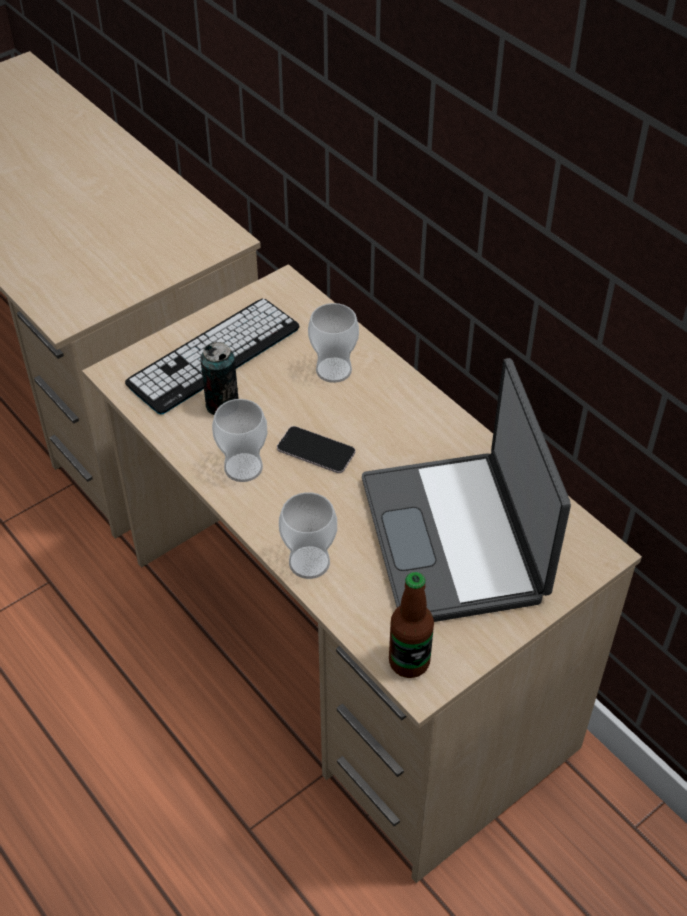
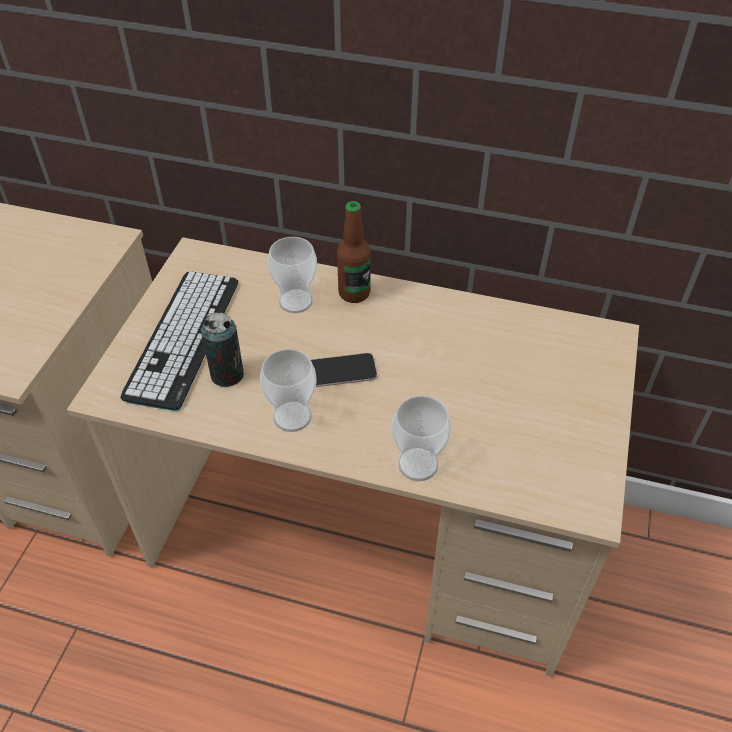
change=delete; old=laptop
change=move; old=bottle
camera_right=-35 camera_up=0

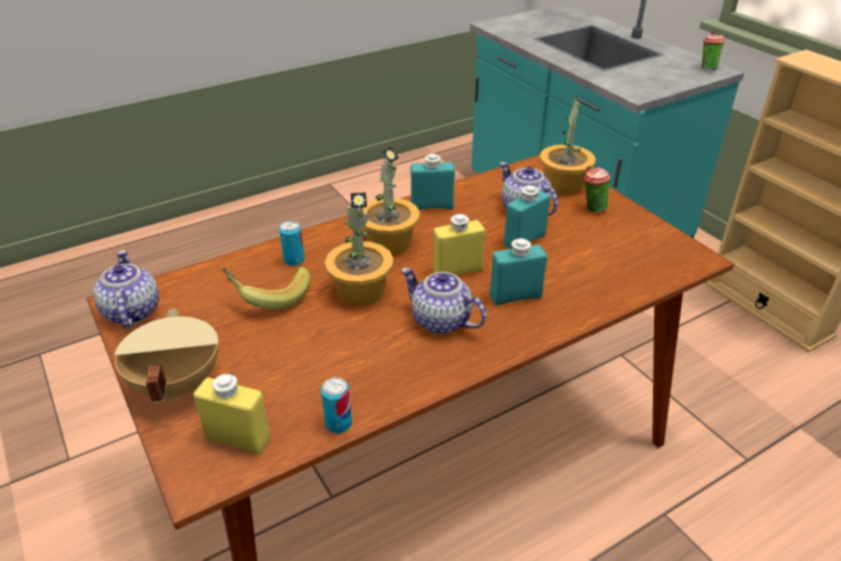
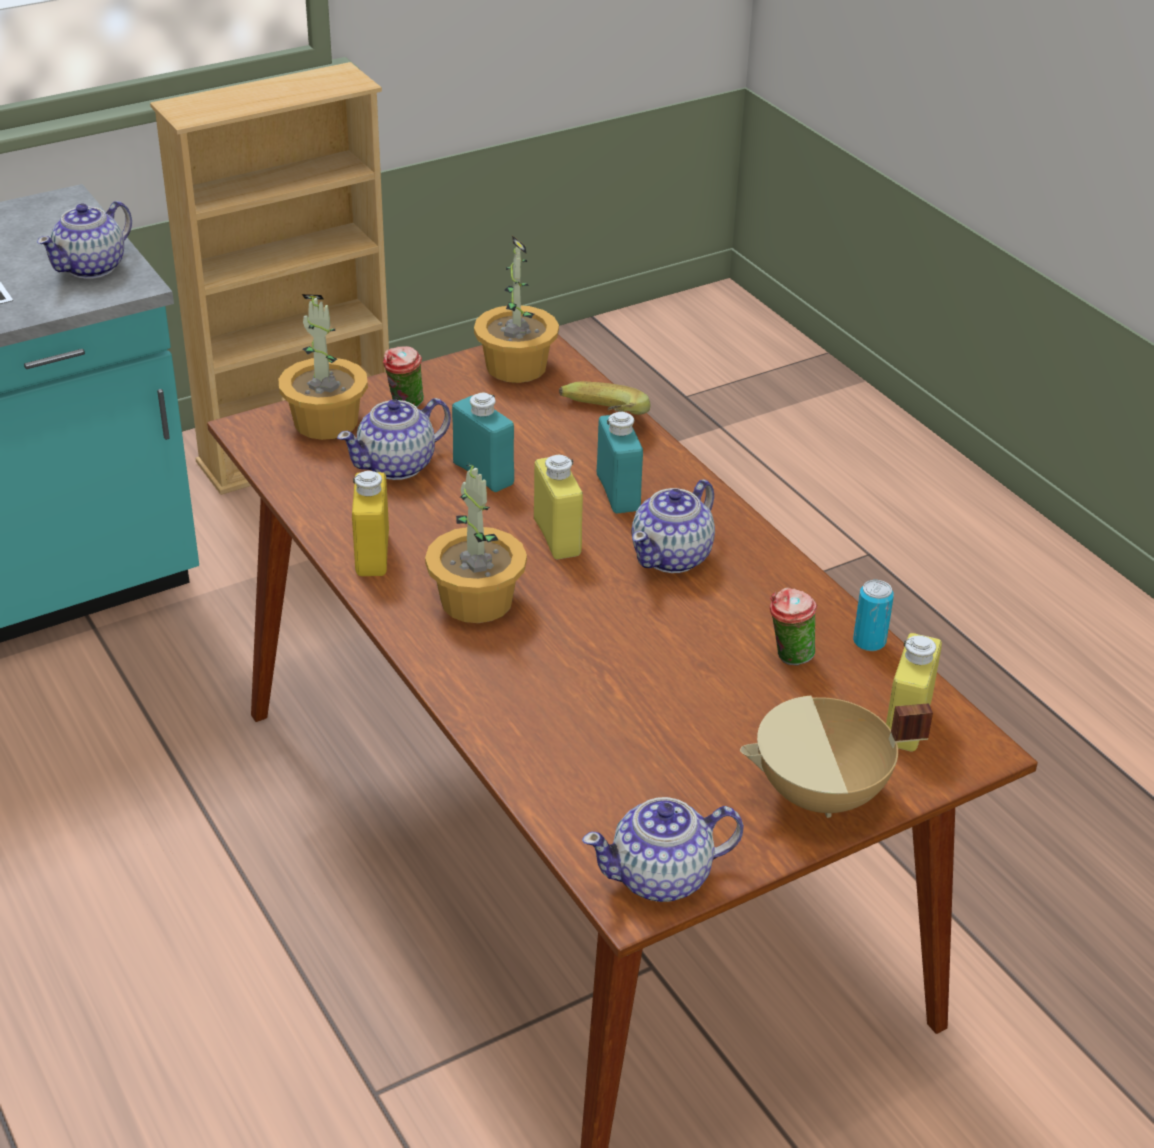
change=move; old=cup (2nd from left)
change=recolor; old=bottle (turquoise) (1st from left); new=bottle (yellow) (1st from left)
change=move; old=potted plant (1st from left in the first image); new=potted plant (3rd from left)
change=delete; old=can (1st from left)
change=move; old=banana
change=insert; new=teapot (1st from left)
camera_right=-90 camera_up=0

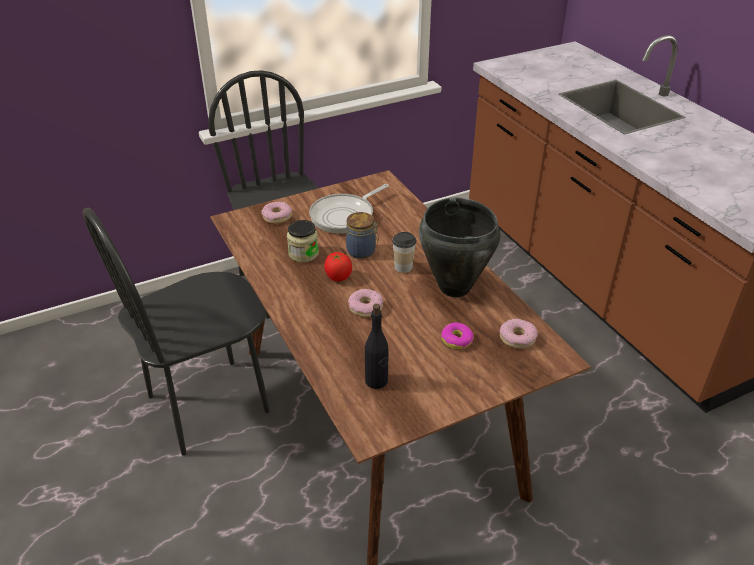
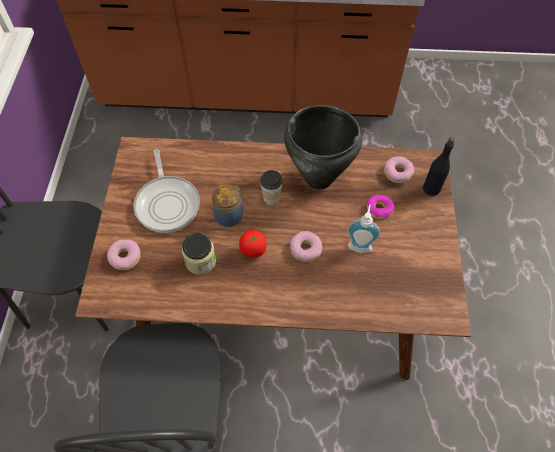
change=move; old=bottle (black)
change=insert; new=soap dispenser
camera_right=-60 camera_up=20

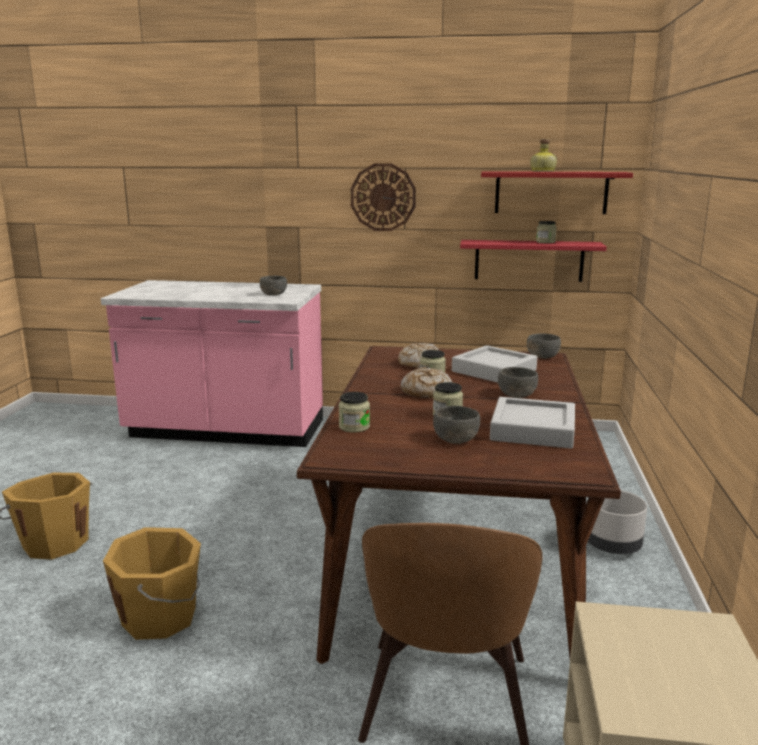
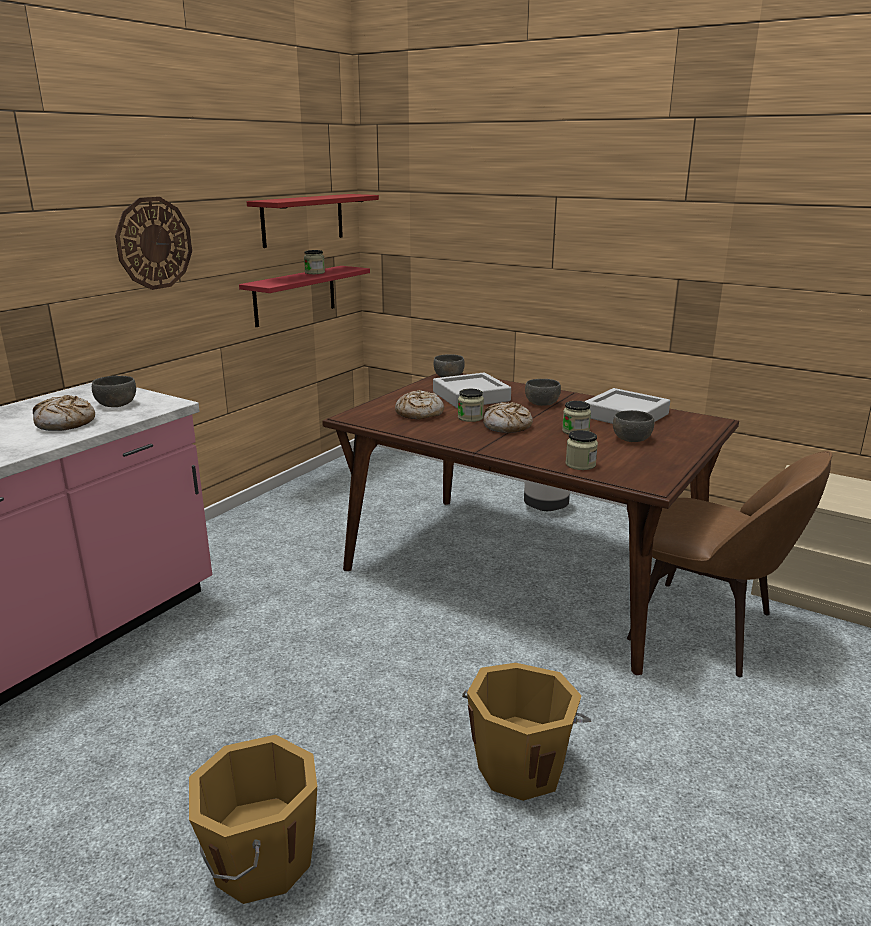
change=delete; old=bottle
change=insert; new=bread (1st from left)
camera_right=-65 camera_up=5

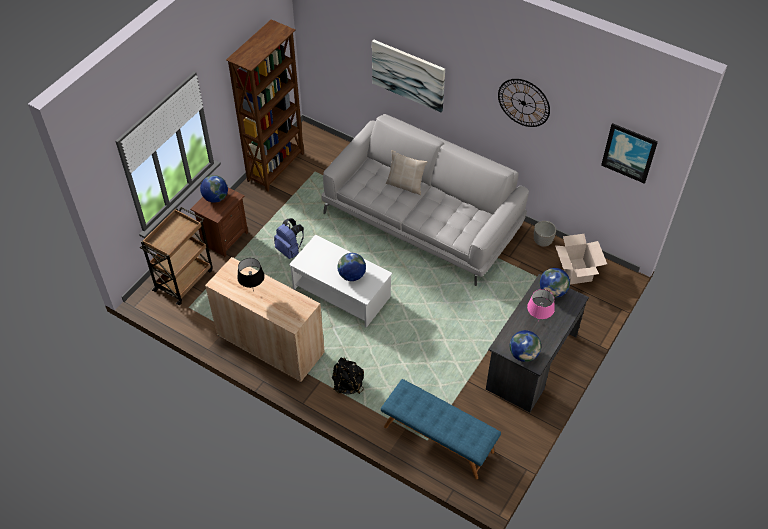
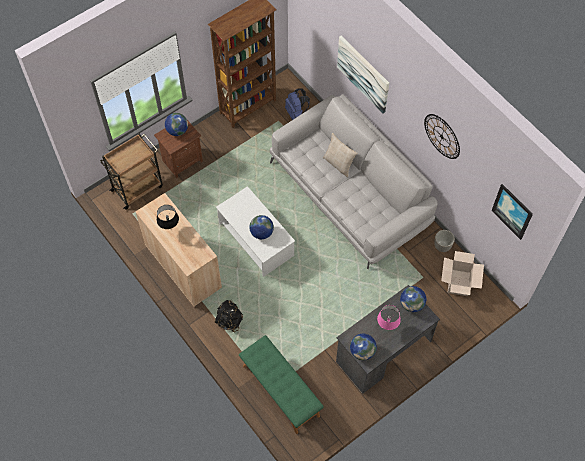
change=move; old=backpack (blue)
change=recolor; old=bench (blue); new=bench (green)
camera_right=20 camera_up=10

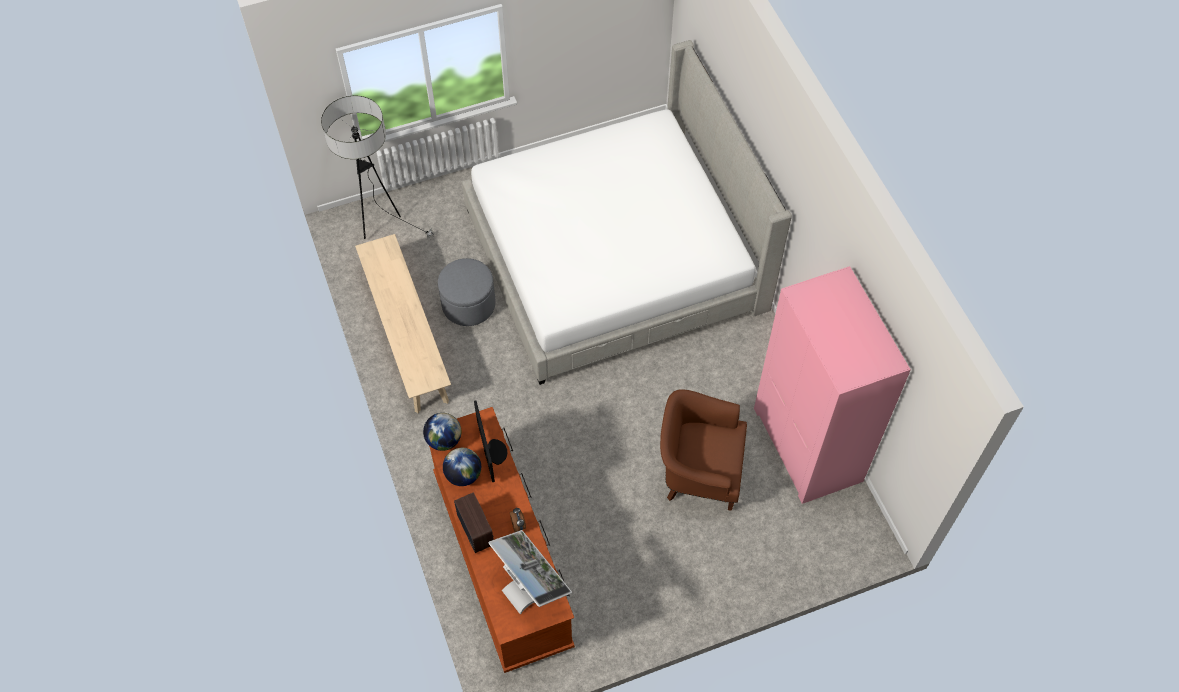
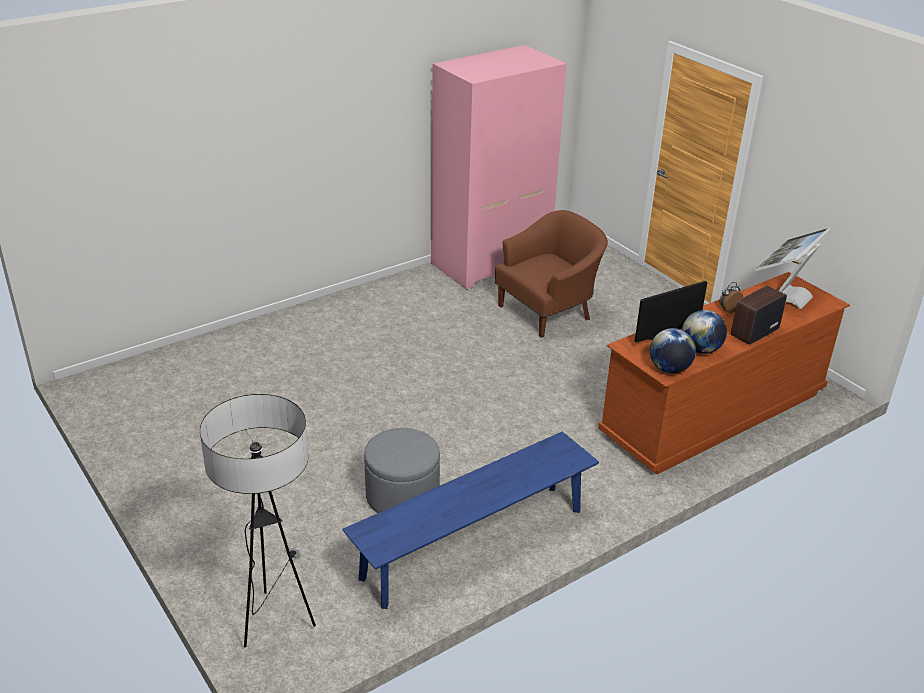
change=delete; old=bed
change=recolor; old=bench (beige); new=bench (blue)
change=rotate; old=armchair (brown); degrees=-120
camera_right=-105 camera_up=-25

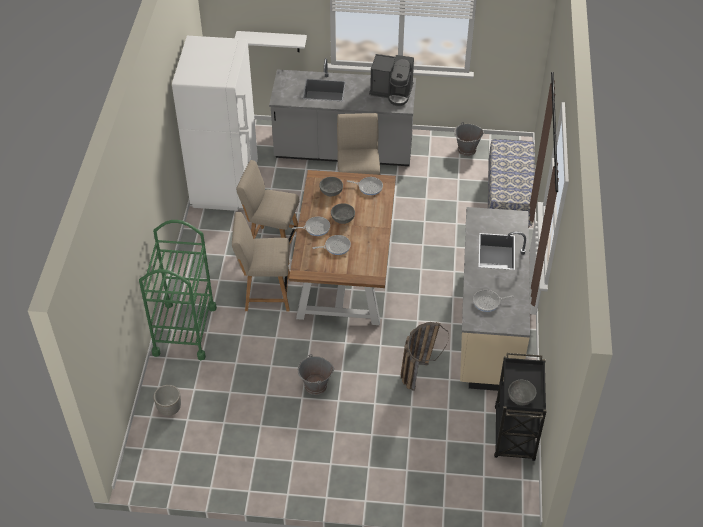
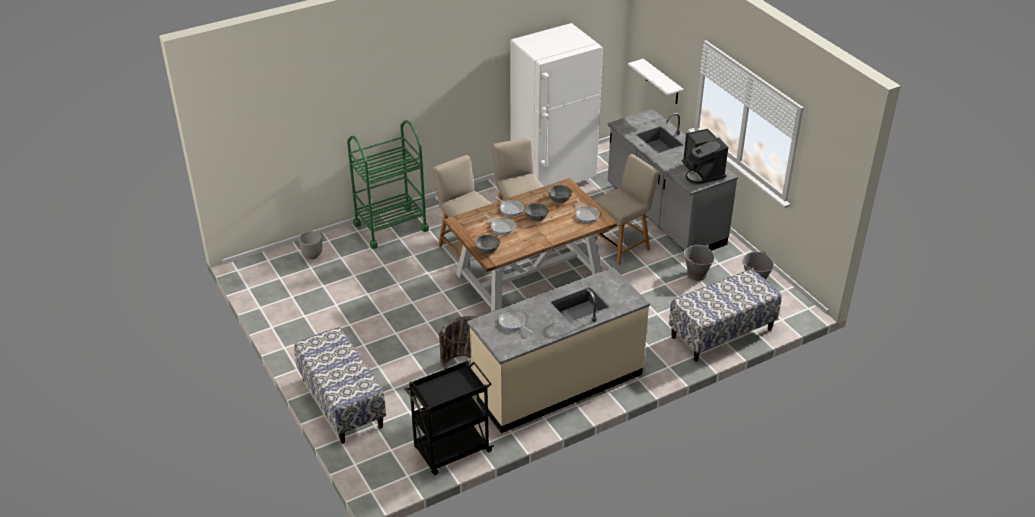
change=move; old=bucket (grey) (1st from left)
change=move; old=bowl (grey) (3rd from left in the first image); new=bowl (grey) (1st from left)
change=insert; new=bench (1st from left)
camera_right=55 camera_up=-10

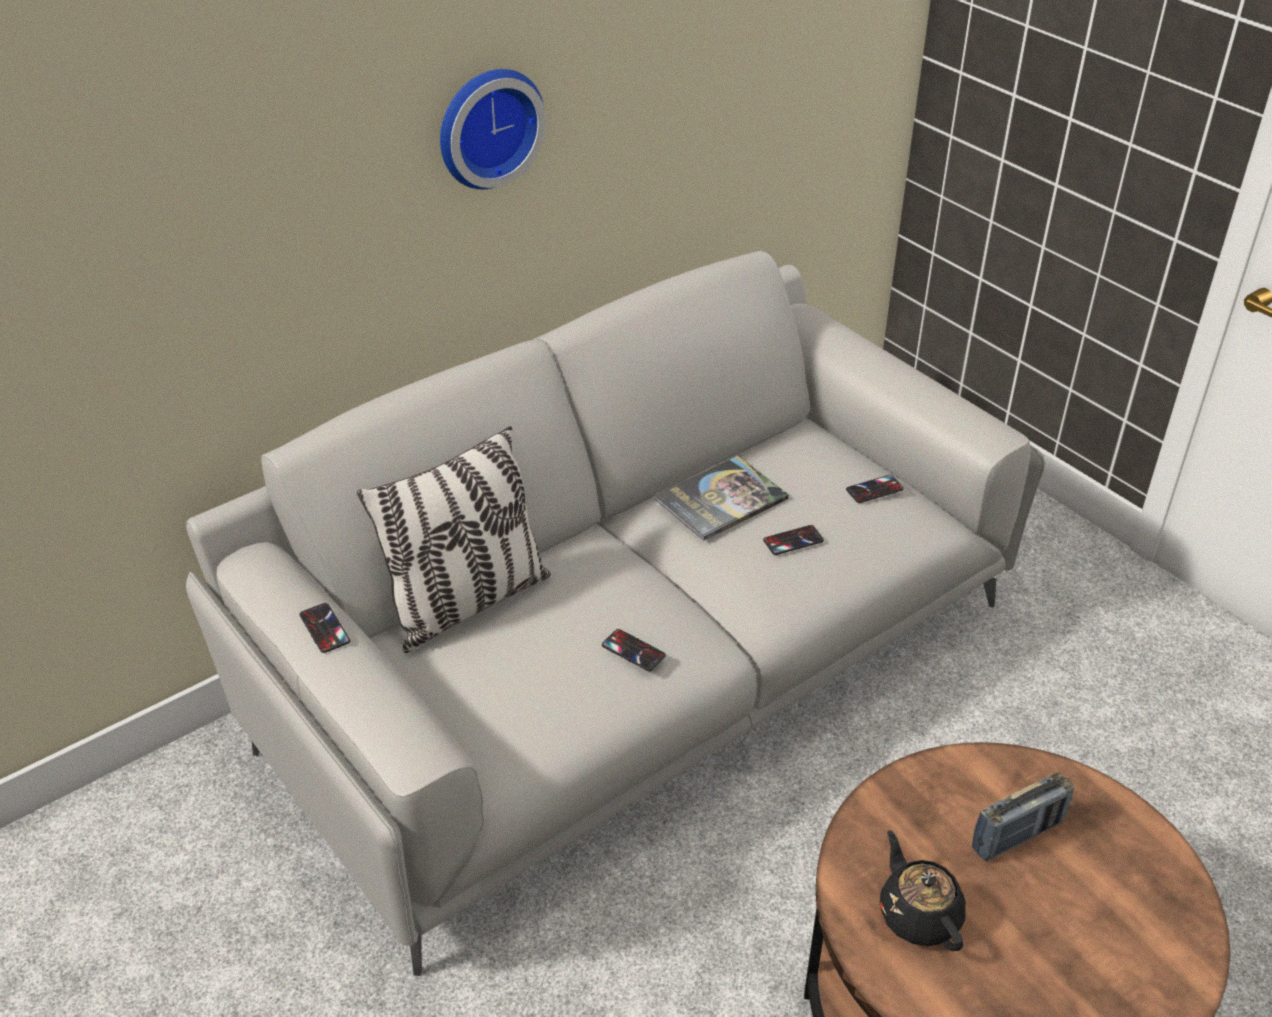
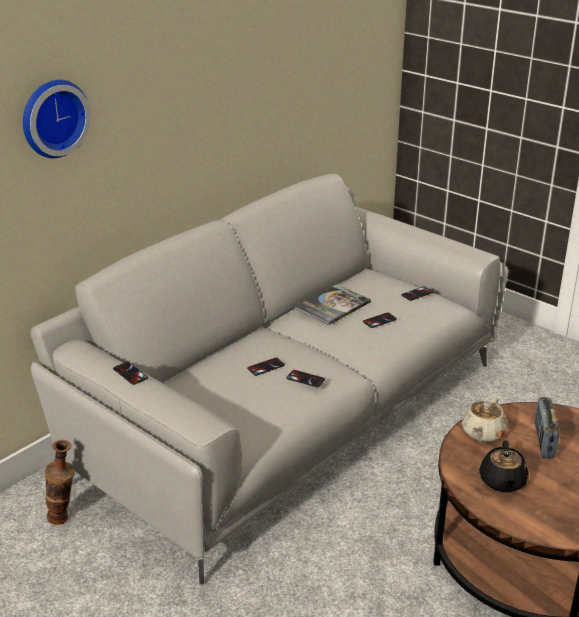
change=move; old=wall clock
change=delete; old=pillow
change=rotate; old=radio; degrees=135
change=rotate; old=teapot (black); degrees=-135
change=insert; new=phone (2nd from left)
change=insert; new=teapot (beige)
change=insert; new=vase
camera_right=-10 camera_up=-10

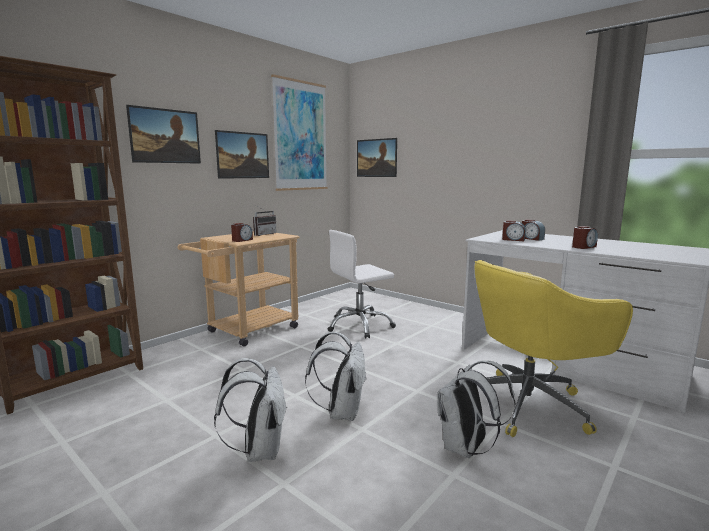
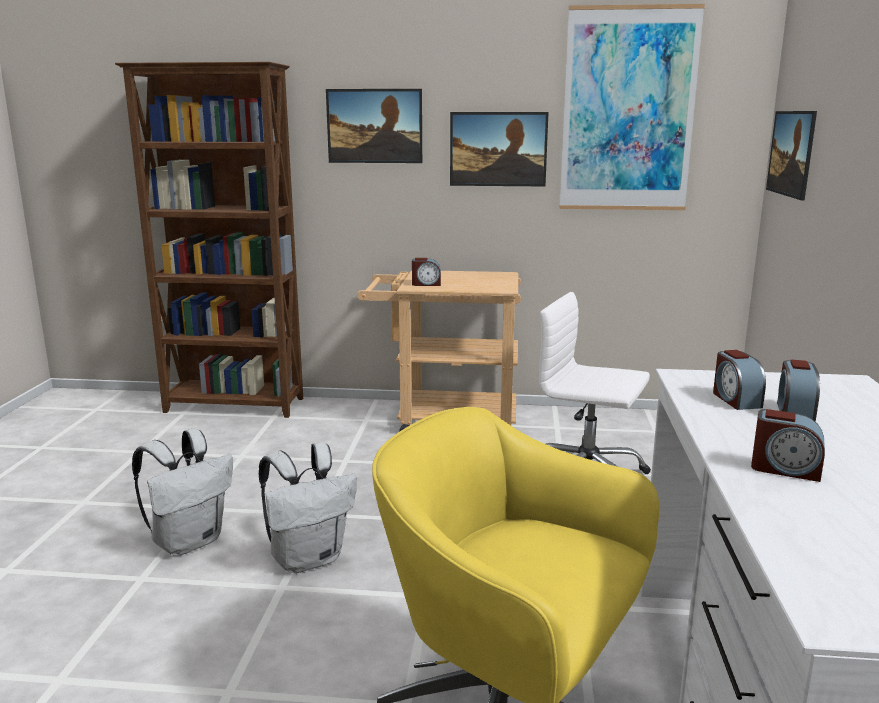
change=delete; old=radio
change=delete; old=backpack (white) (3rd from left)
camera_right=55 camera_up=5

